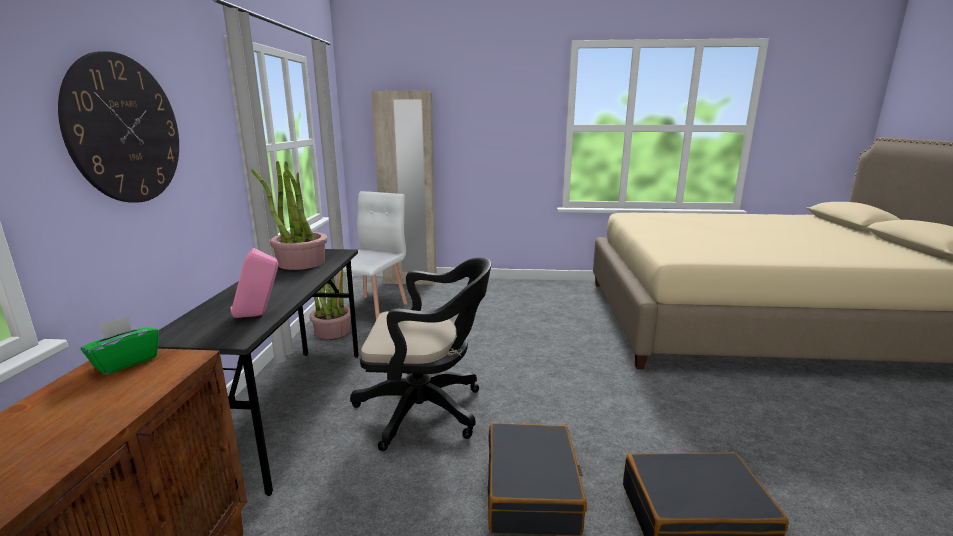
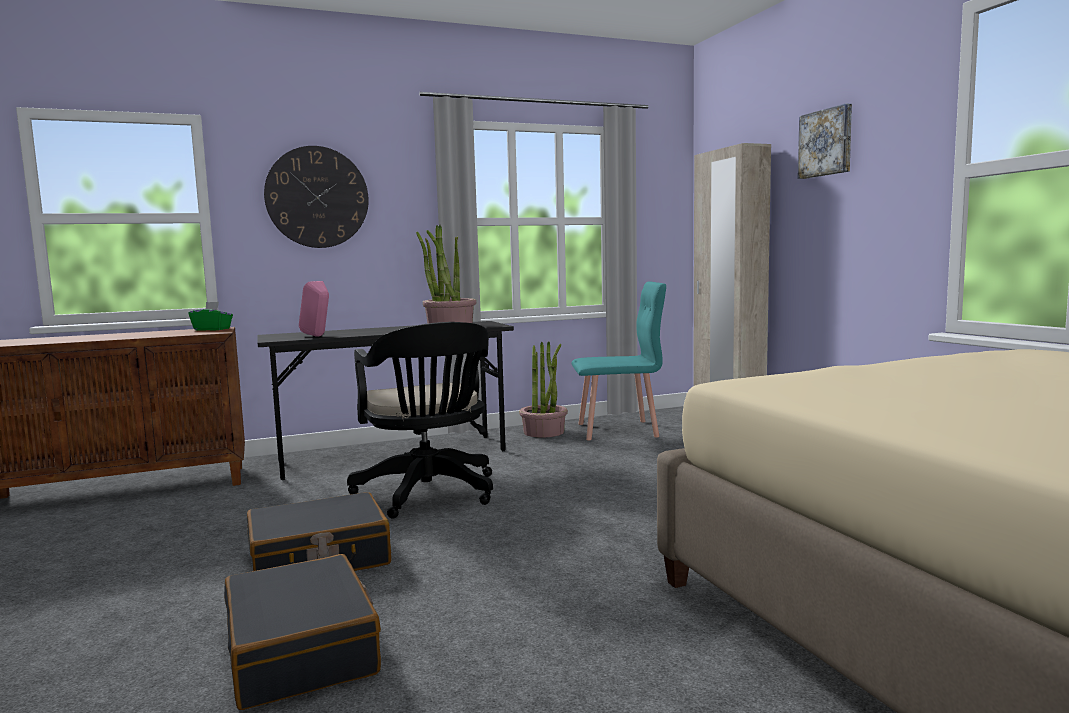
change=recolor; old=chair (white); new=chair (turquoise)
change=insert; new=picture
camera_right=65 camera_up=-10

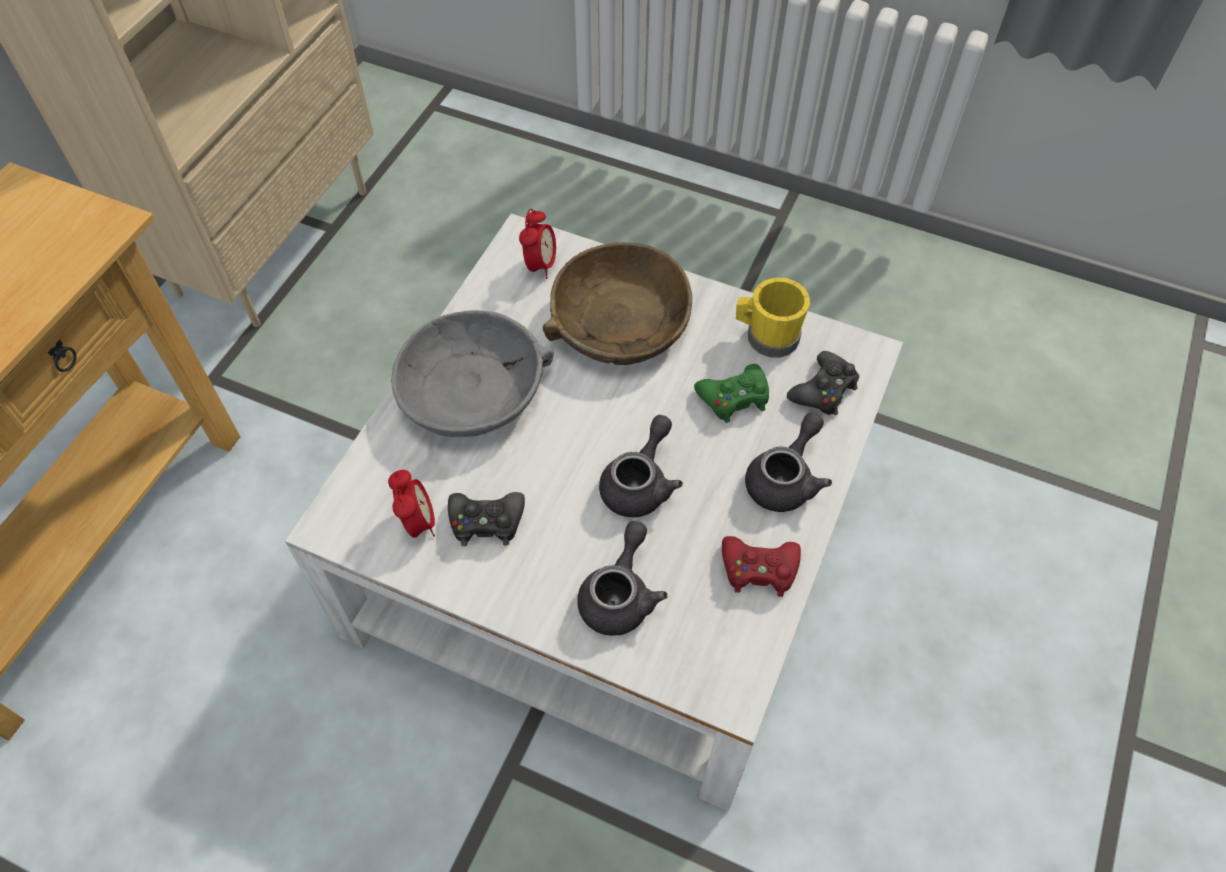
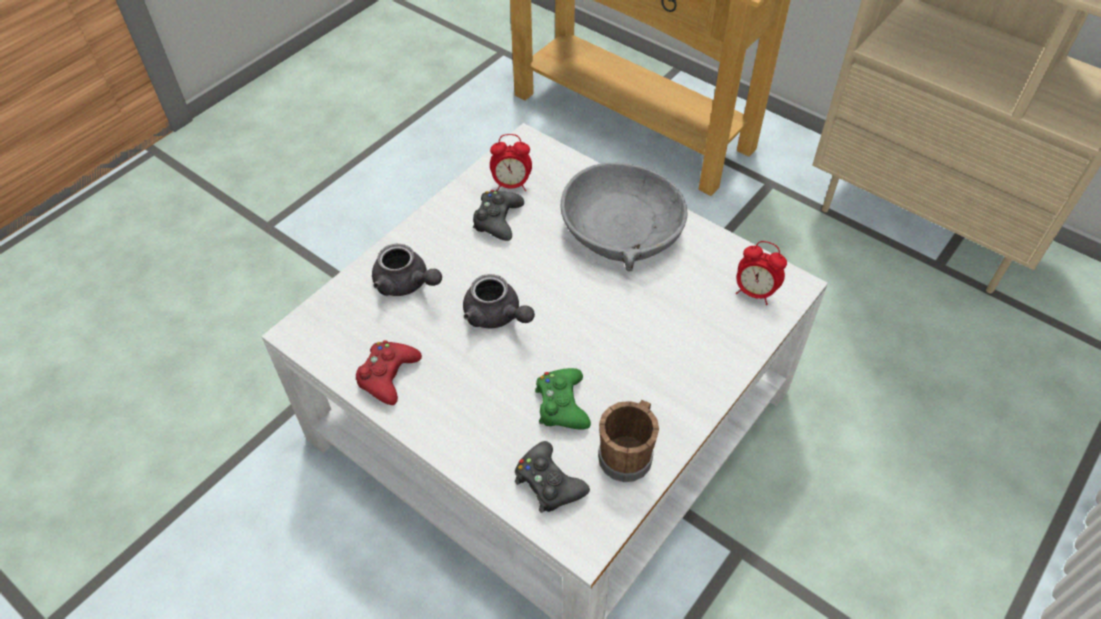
change=delete; old=bowl (brown)
change=recolor; old=mug (yellow); new=mug (brown)
change=delete; old=teapot (grey) (3rd from left)
camera_right=105 camera_up=-5

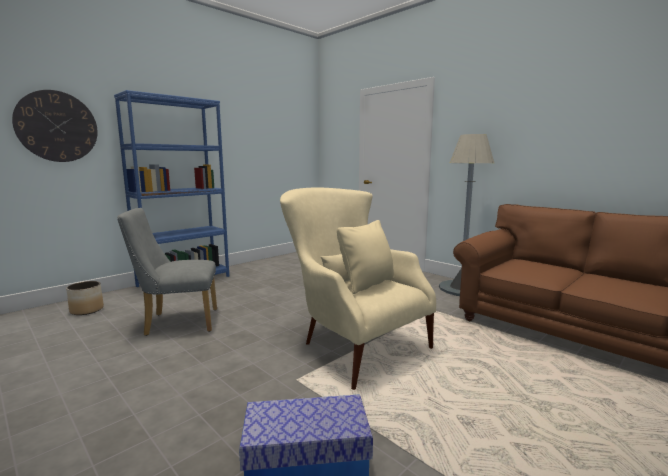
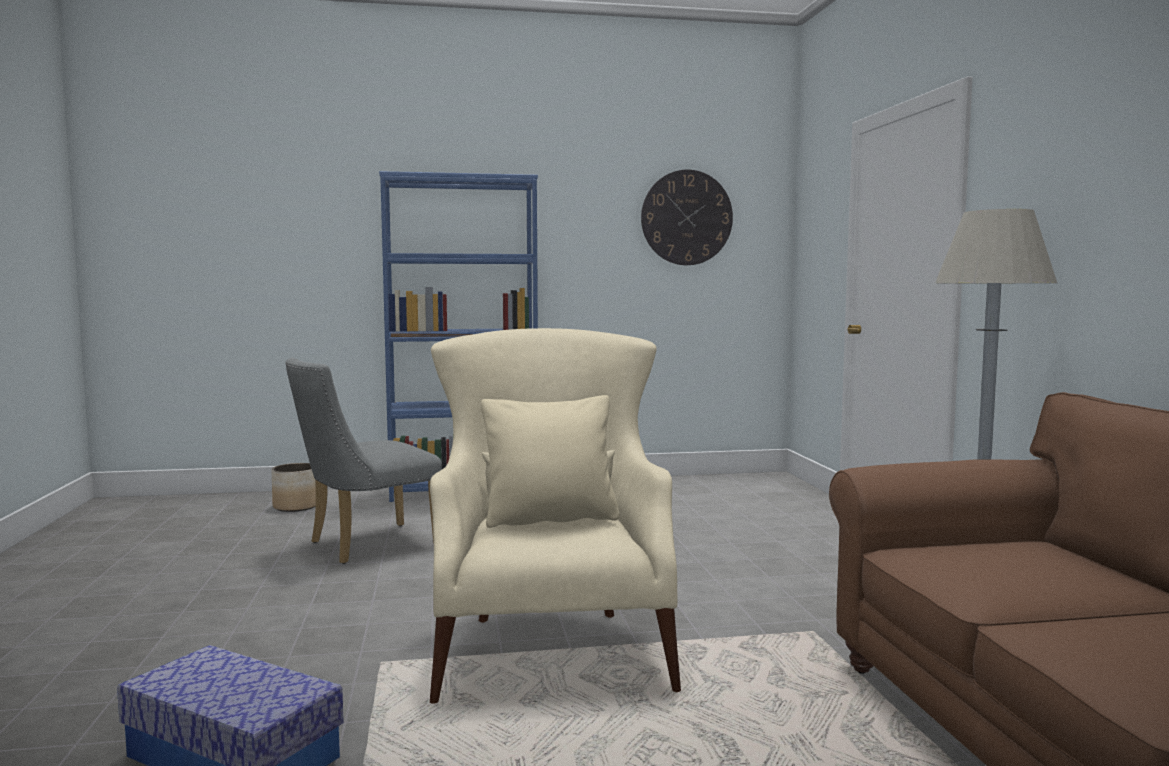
change=move; old=wall clock
change=rotate; old=chair (grey); degrees=-60
camera_right=35 camera_up=-5

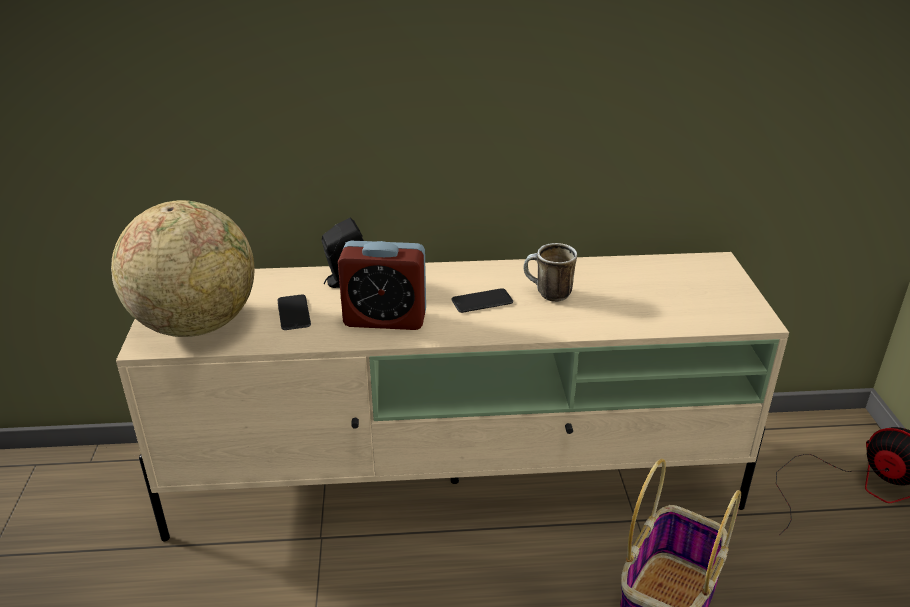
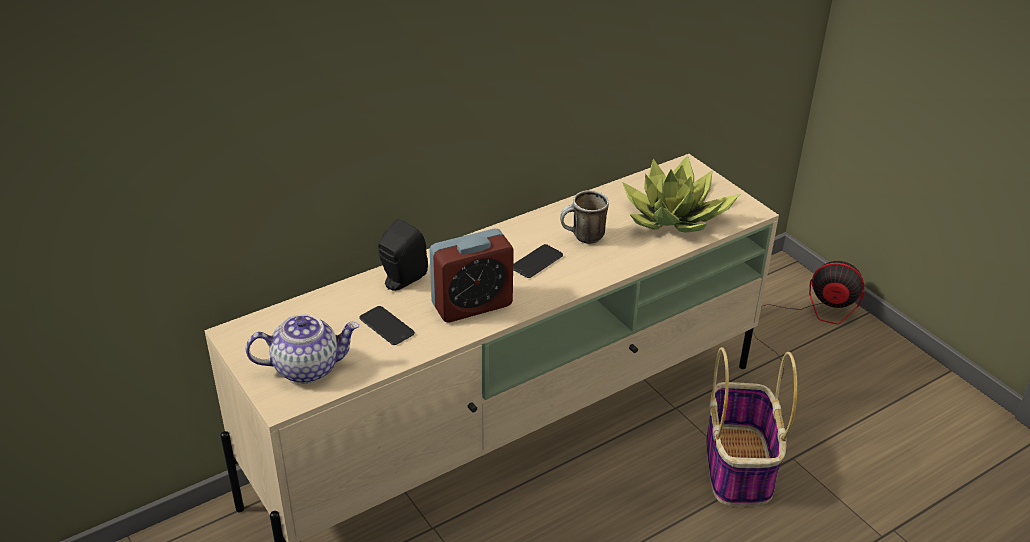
change=replace; old=globe; new=teapot
change=insert; new=potted plant
camera_right=-30 camera_up=5

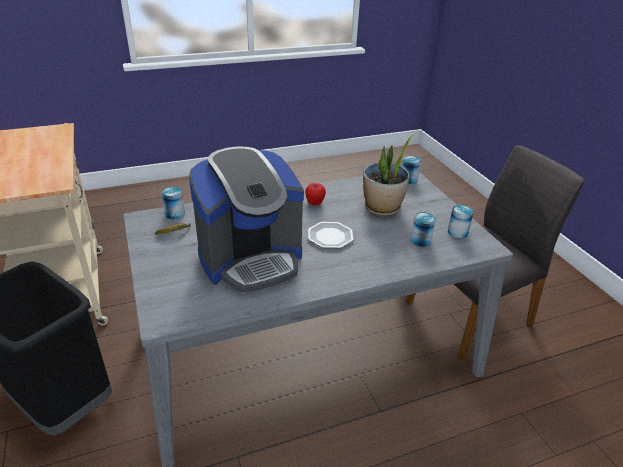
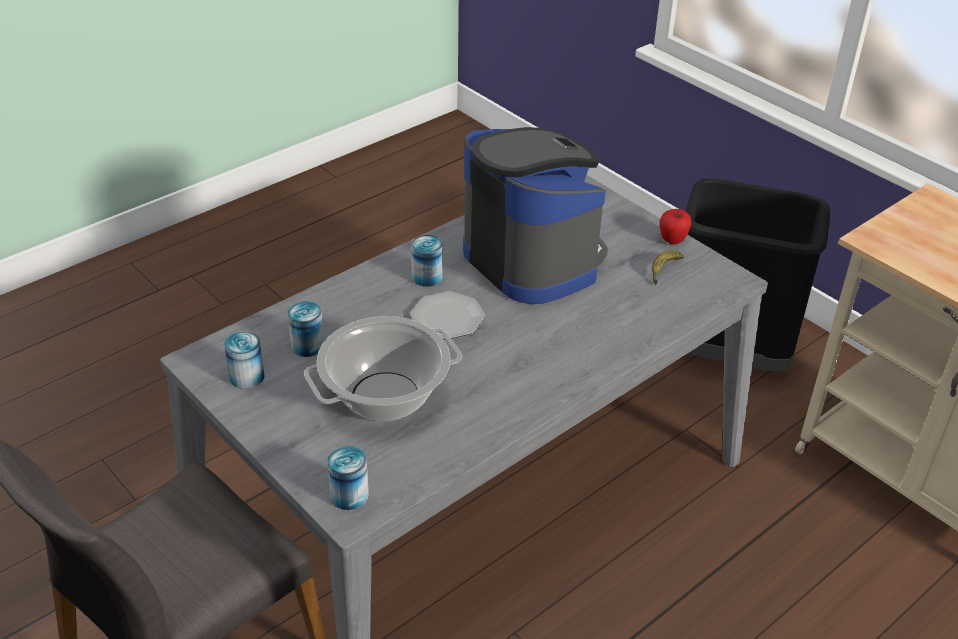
change=replace; old=potted plant; new=cooking pot
change=rotate; old=coffee machine; degrees=105
change=move; old=apple
change=move; old=can (1st from left in the first image); new=can (4th from left)
camera_right=160 camera_up=5

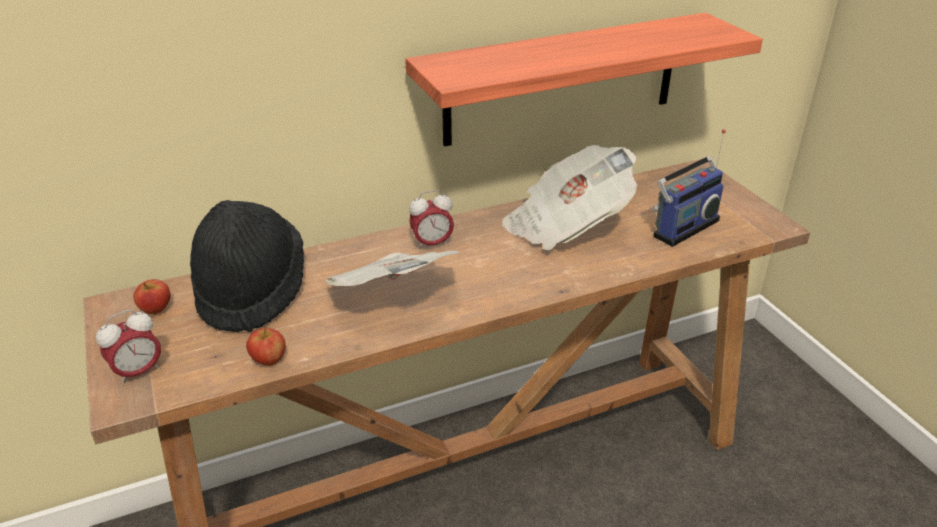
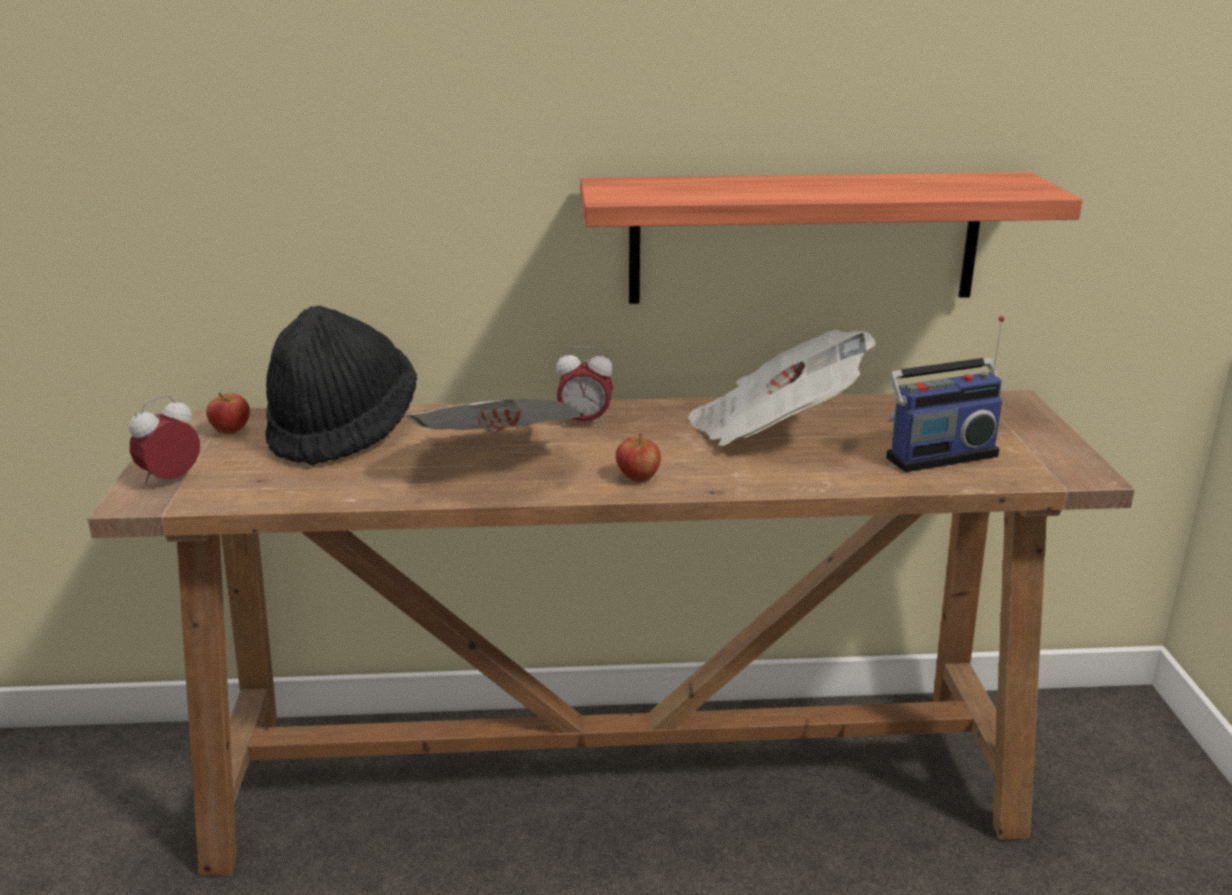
change=rotate; old=alarm clock (1st from left); degrees=150
change=move; old=apple (2nd from left)
camera_right=20 camera_up=-10

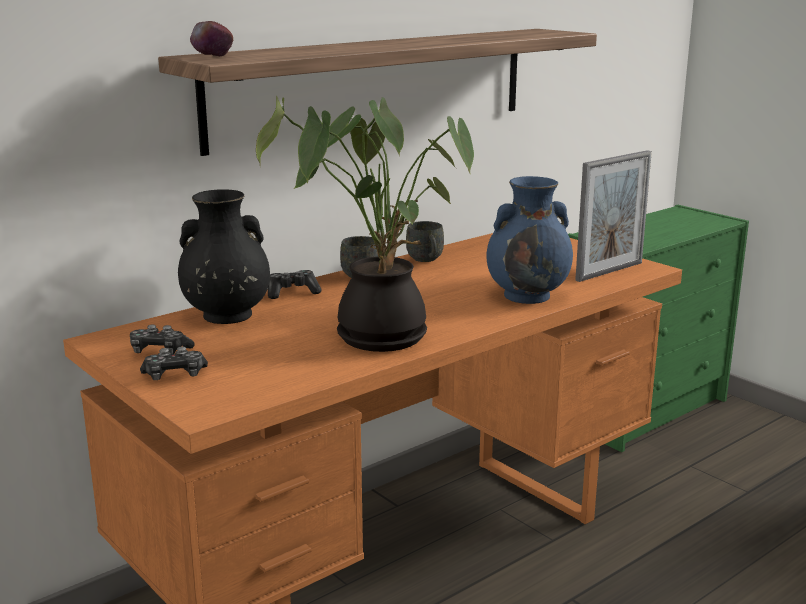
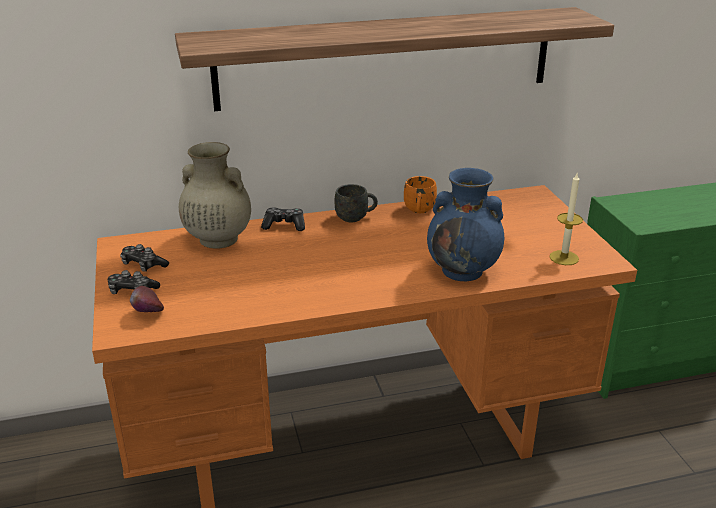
change=move; old=apple
change=delete; old=potted plant
change=replace; old=picture frame; new=candle
change=recolor; old=vase (black); new=vase (beige)
change=recolor; old=mug (grey) (2nd from left); new=mug (orange)
camera_right=25 camera_up=10

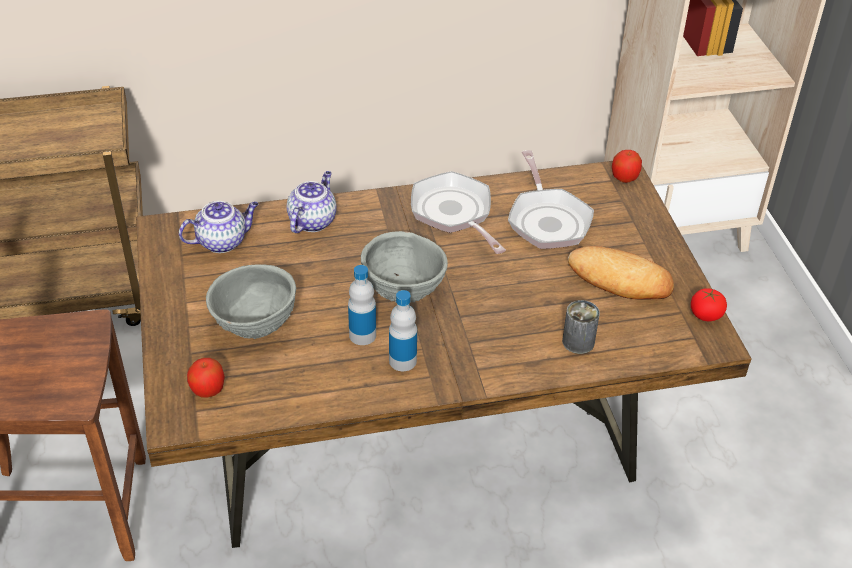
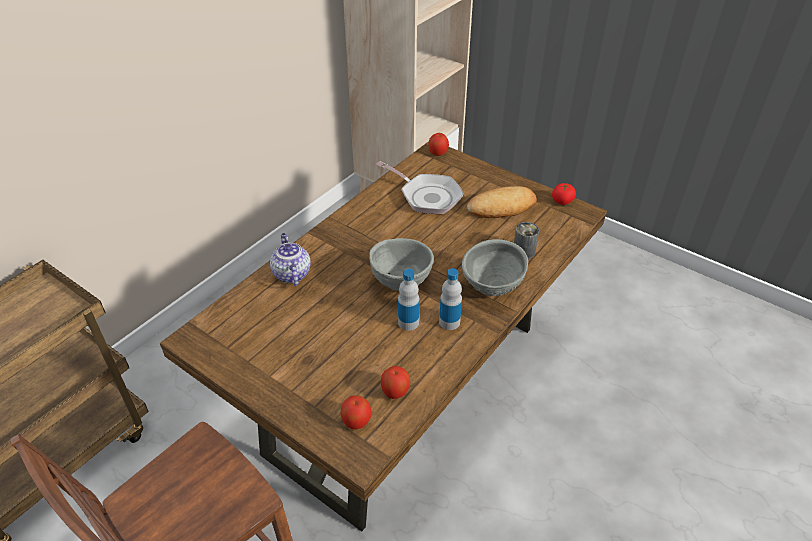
change=delete; old=frying pan (1st from left)
change=delete; old=teapot (1st from left)
change=move; old=bowl (grey) (1st from left in the first image); new=bowl (grey) (2nd from left)
change=insert; new=apple (2nd from left)
camera_right=-40 camera_up=0

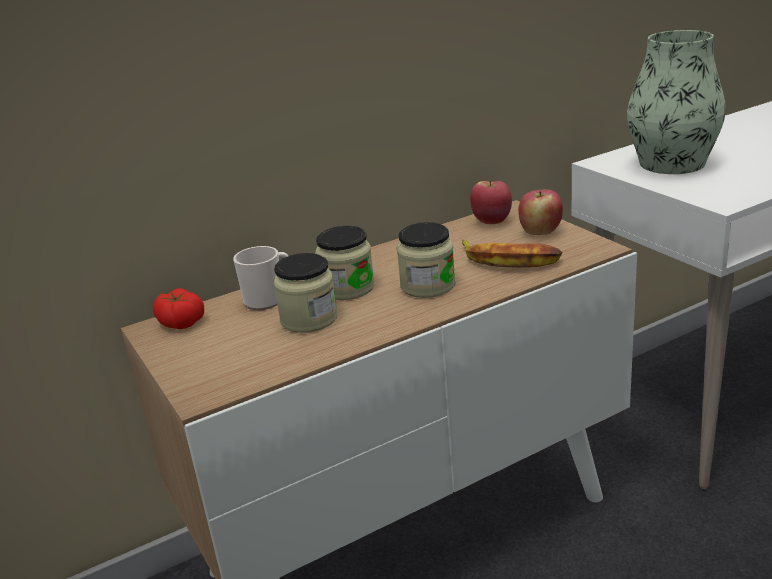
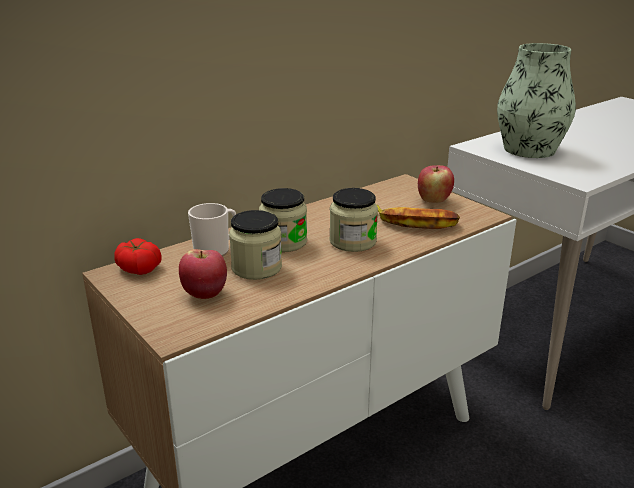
change=move; old=apple (1st from left)
camera_right=-10 camera_up=0

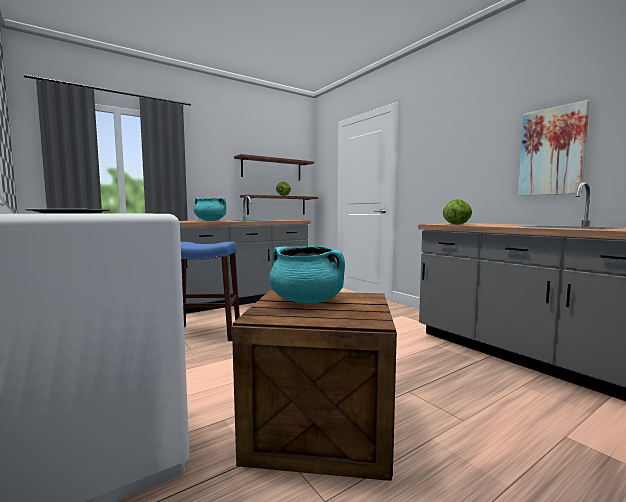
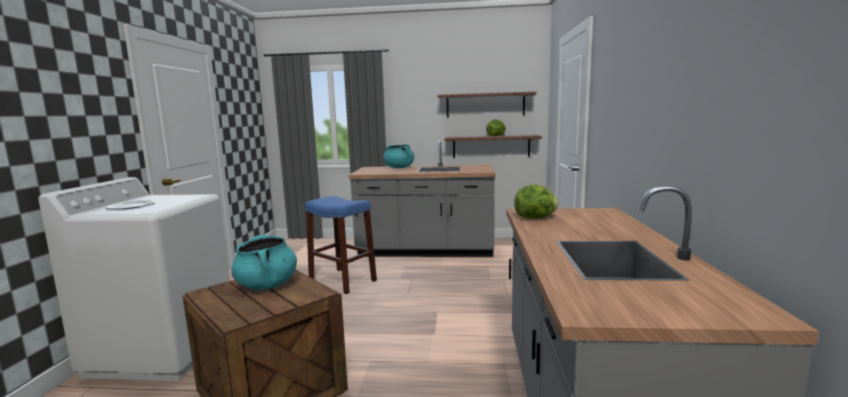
change=delete; old=picture
camera_right=40 camera_up=5

